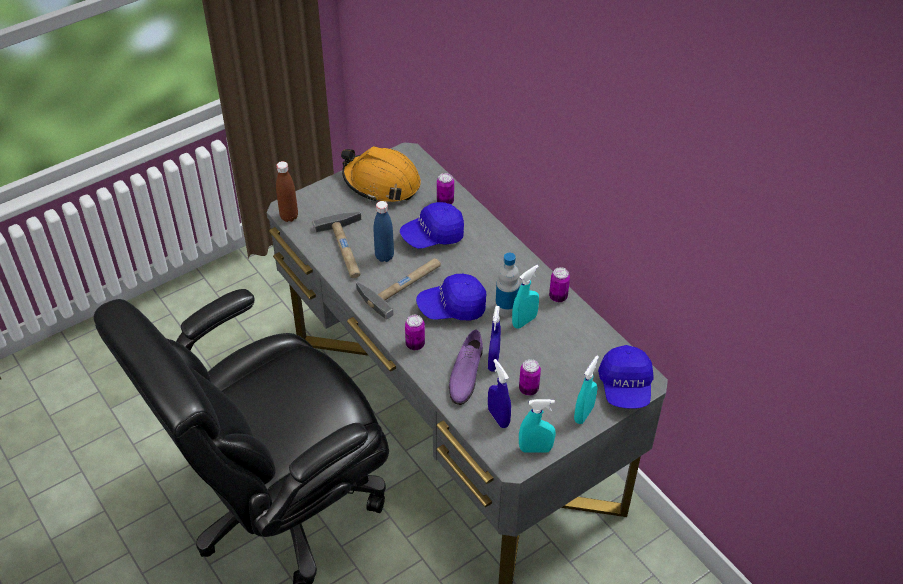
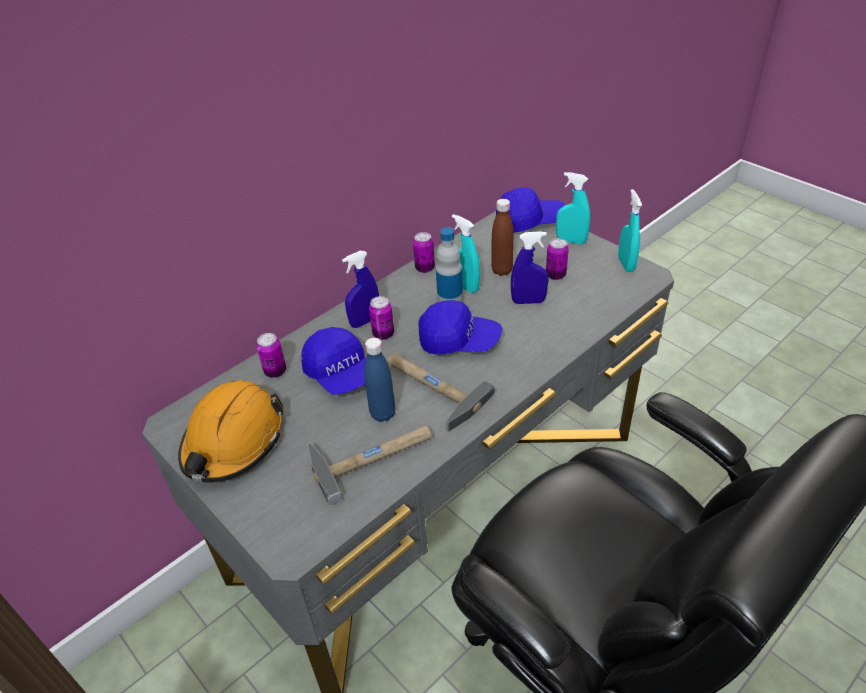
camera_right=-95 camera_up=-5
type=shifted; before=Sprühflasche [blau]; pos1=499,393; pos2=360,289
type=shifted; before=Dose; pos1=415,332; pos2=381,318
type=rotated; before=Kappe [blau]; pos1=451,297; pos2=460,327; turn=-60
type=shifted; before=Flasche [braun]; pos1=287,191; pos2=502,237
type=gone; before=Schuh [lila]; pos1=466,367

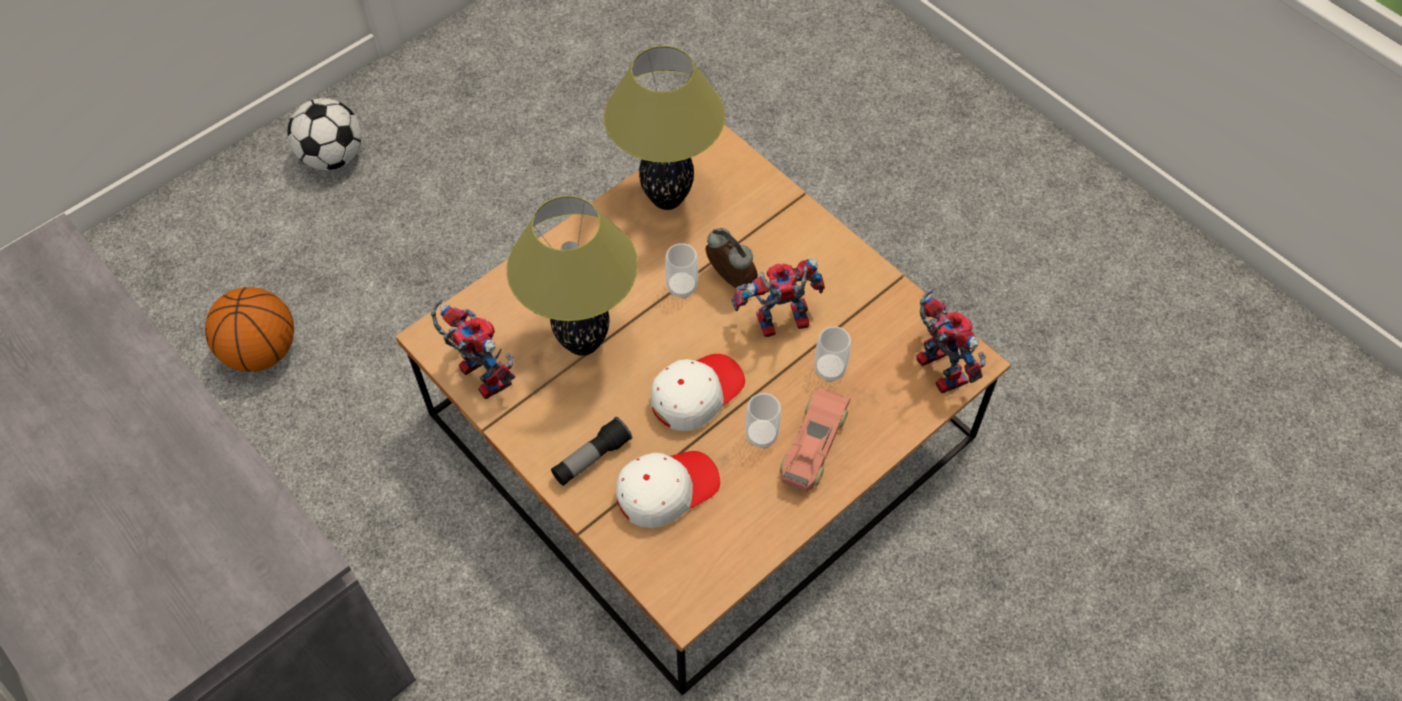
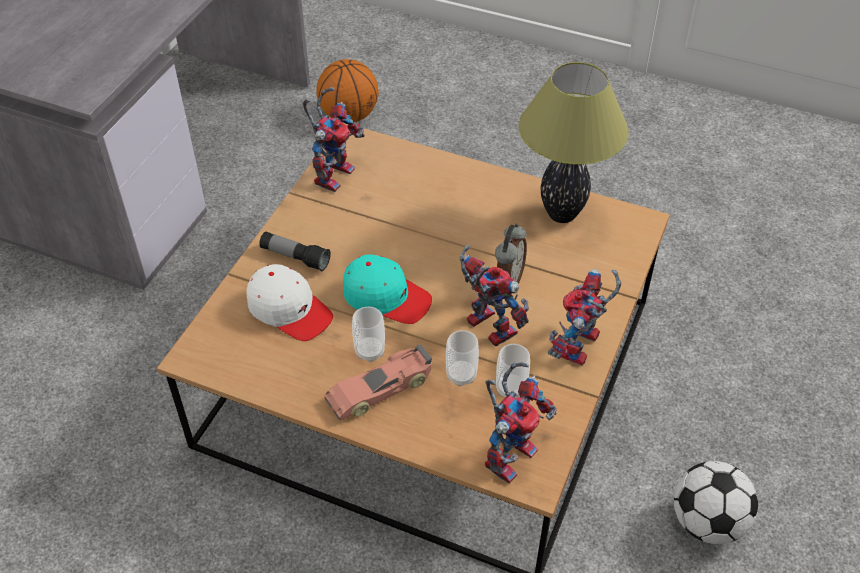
camera_right=65 camera_up=-10
type=rotated; before=Spielzeugauto; pos1=815,439; pos2=378,382; turn=150
type=repainted; before=Kappe [weiß]; after=Kappe [türkis]; pos1=698,392; pos2=387,289
type=shifted; before=Tasse; pos1=681,271; pos2=513,371
type=new; after=Spielzeugroboter; pos2=584,316
type=shifted; before=Fußball; pos1=324,134; pos2=716,502
type=gone; before=Tischlampe; pos1=572,276

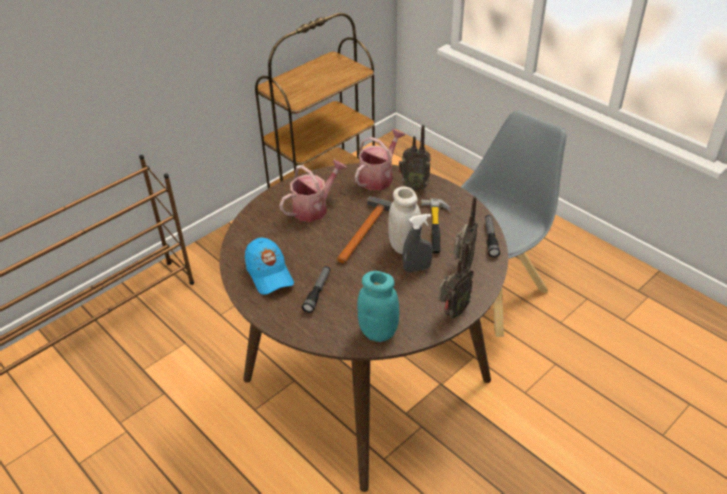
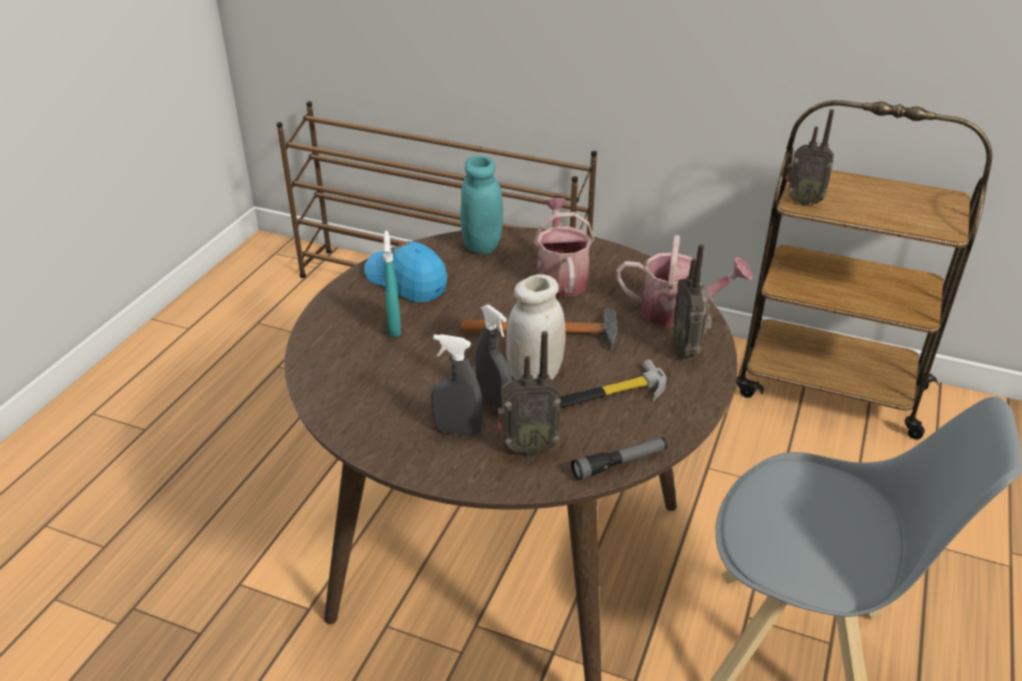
camera_right=65 camera_up=-5
type=rotated; before=Kappe [blau]; pos1=269,266; pos2=405,271; turn=90
type=swapped; before=Taschenlampe; after=Sprühflasche [türkis]; pos1=316,289; pos2=392,284
type=new; after=Sprühflasche [grau]; pos2=457,385
type=shifted; before=Vorratsglas [türkis]; pos1=378,306; pos2=481,205
type=rotated; before=Gießkanne; pos1=313,190; pos2=564,247; turn=-120
type=shifted; before=Radio; pos1=456,280; pos2=809,157

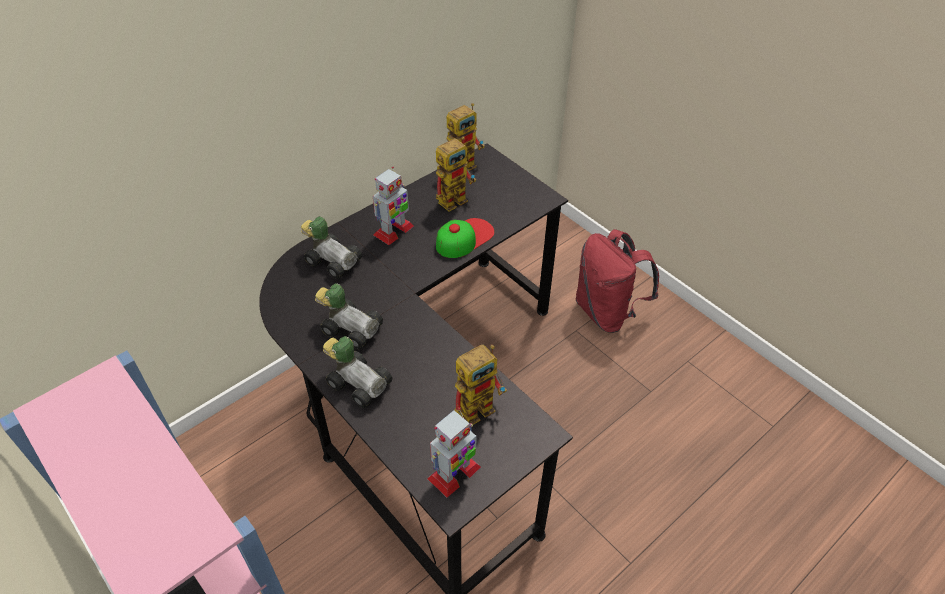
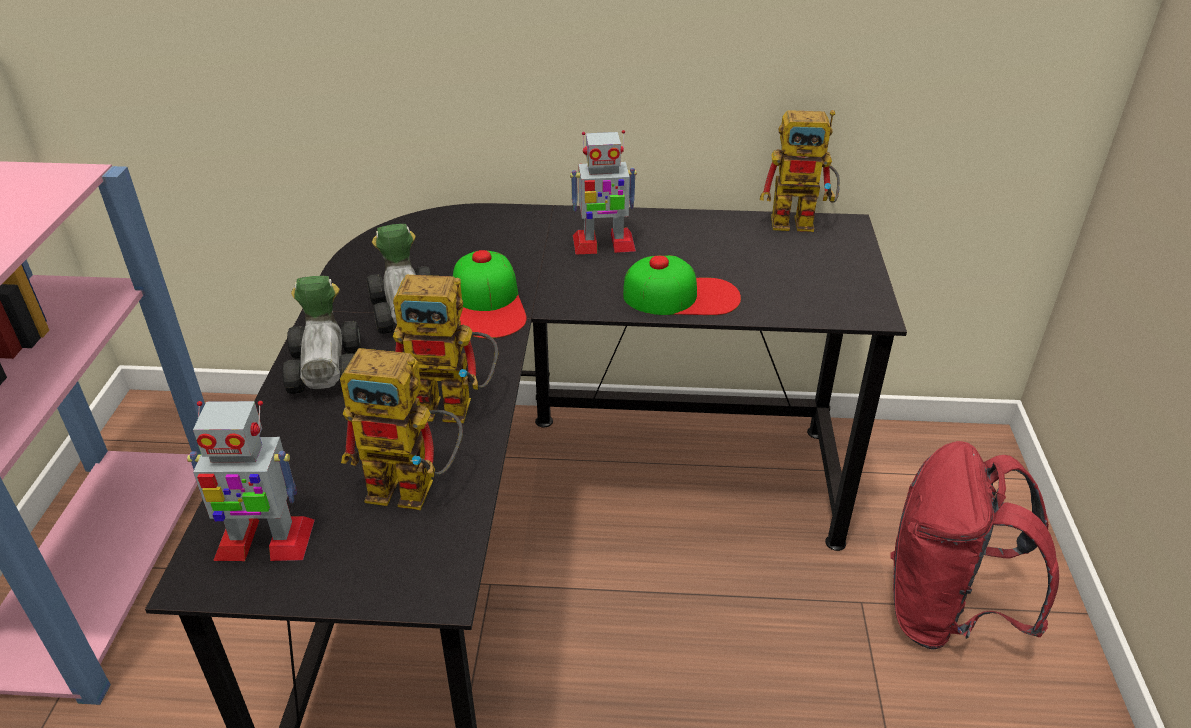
camera_right=45 camera_up=-10
type=shifted; before=Spielzeugroboter; pos1=456,174; pos2=445,349
type=new; after=Kappe; pos2=490,294
type=gone; before=Spielzeugauto; pos1=331,247

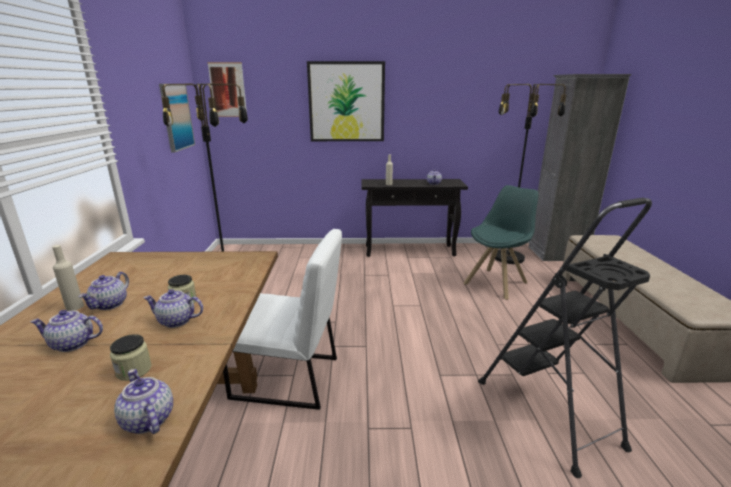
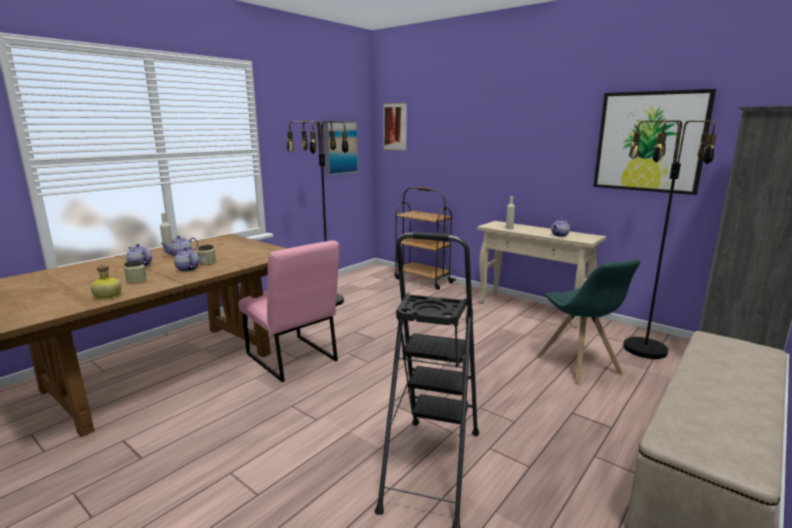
camera_right=40 camera_up=-5
type=swapped; before=Teekanne; after=Flasche; pos1=143,401; pos2=106,282
type=repainted; before=Stuhl [weiß]; after=Stuhl [rosa]; pos1=282,319; pos2=288,311
type=new; after=Rollwagen [braun]; pos2=425,238
type=repainted; before=Konsolentisch [schwarz]; after=Konsolentisch [beige]; pos1=415,218; pos2=541,274
type=rotated; before=Stuhl [türkis]; pos1=501,242; pos2=588,321; turn=75
type=shifted; before=Bild; pos1=346,101; pos2=654,142

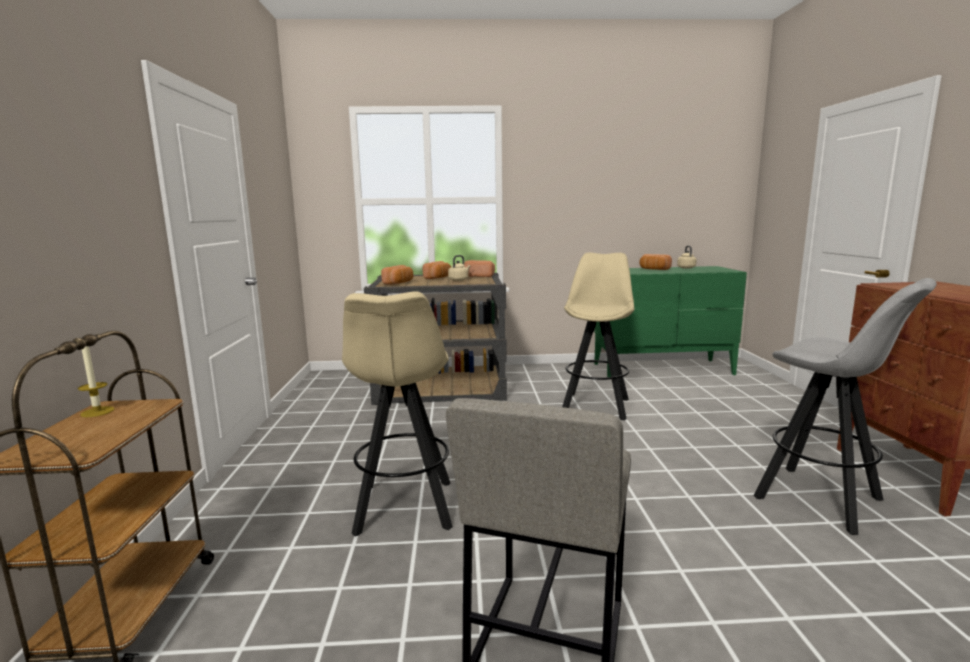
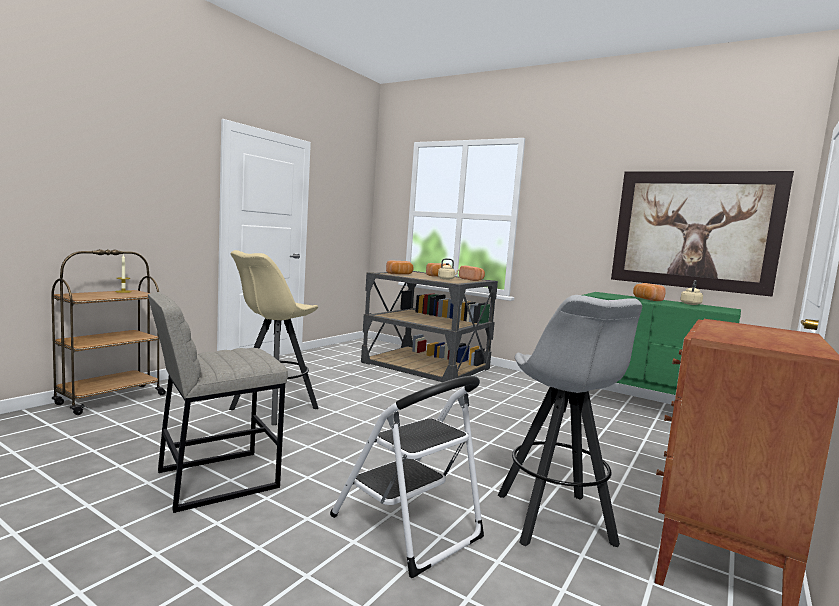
camera_right=35 camera_up=-5
type=new; after=Trittleiter; pos2=407,477
type=new; after=Bild; pos2=702,234
type=gone; before=Hocker [beige]; pos1=598,336

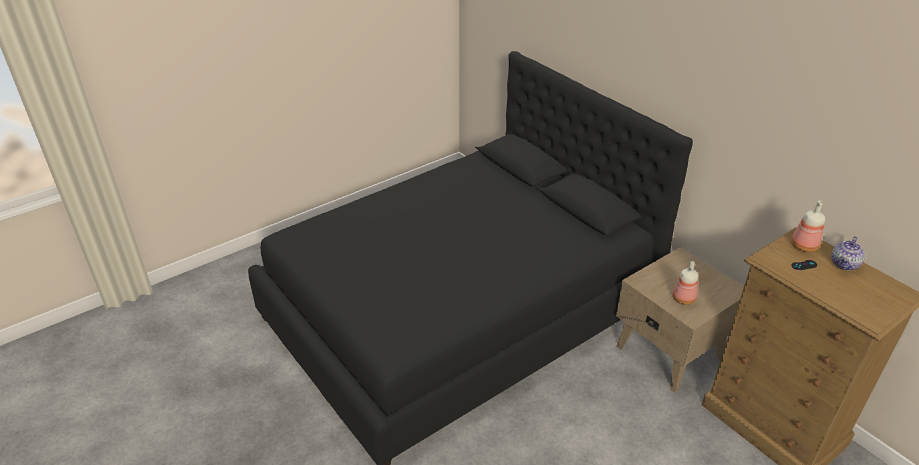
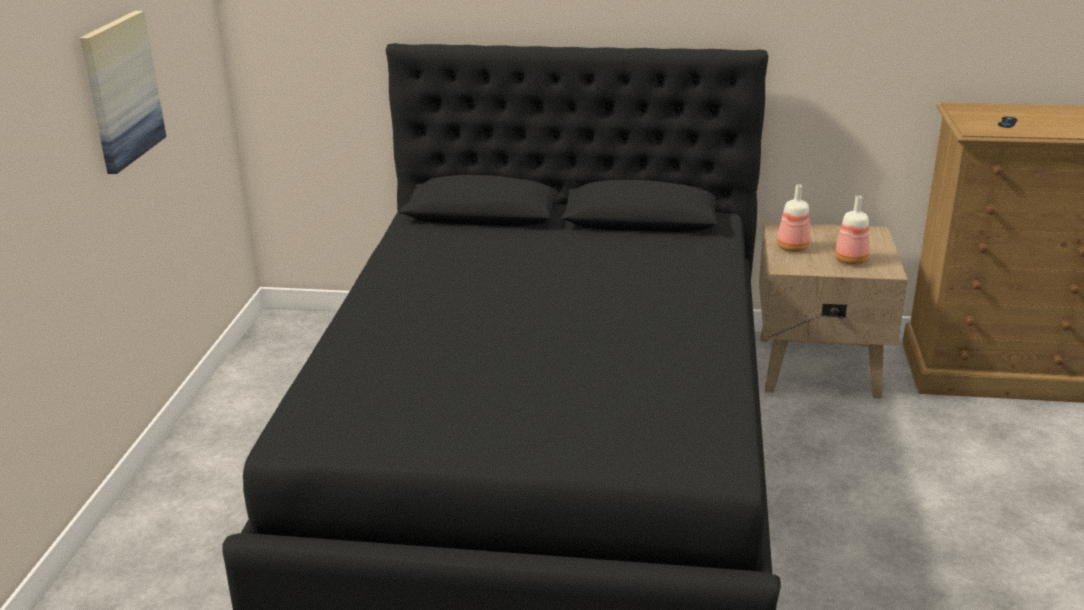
camera_right=-45 camera_up=-10
type=new; after=Bild; pos2=123,92
type=shifted; before=Flasche; pos1=808,226; pos2=793,218
type=gone; before=Teekanne; pos1=848,253

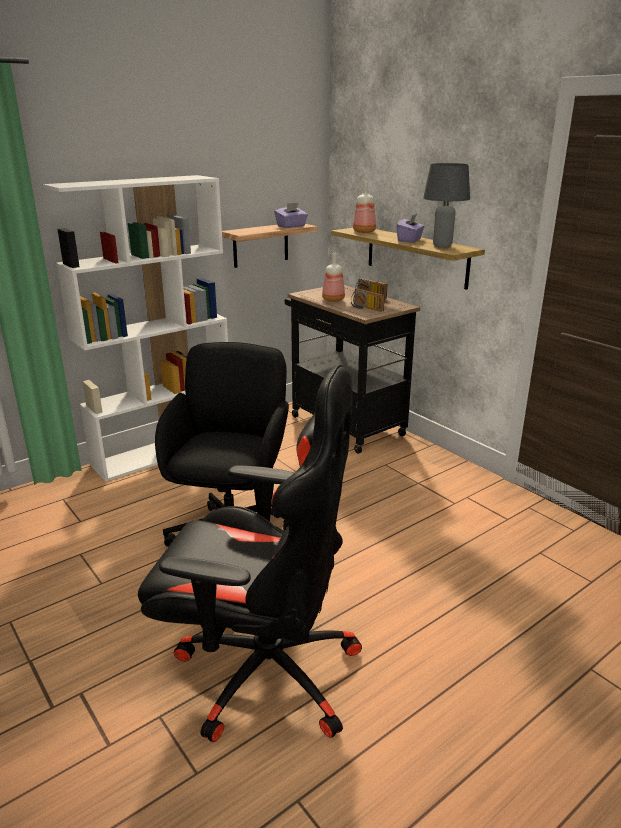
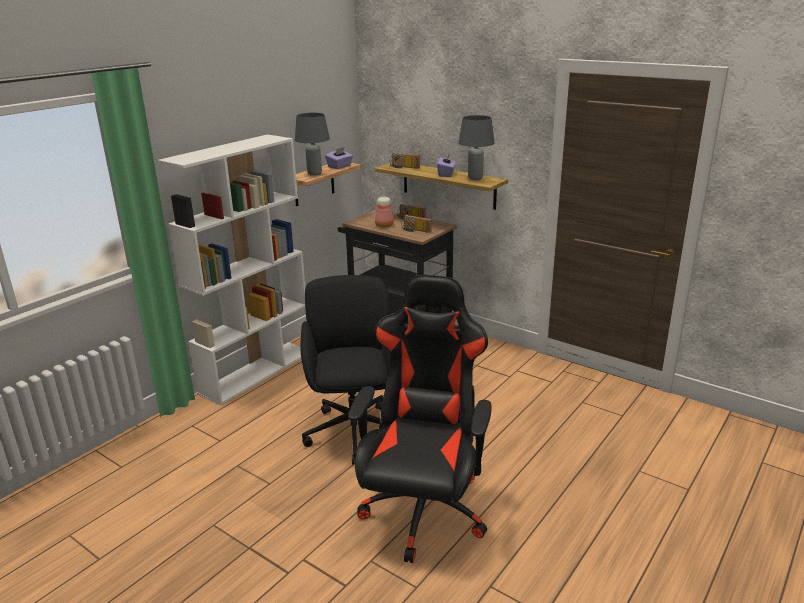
camera_right=-15 camera_up=0
type=new; after=Tischlampe [grau]; pos2=312,144
type=rotated; before=Bürostuhl [schwarz]; pos1=250,553; pos2=420,419; turn=-75
type=swapped; before=Flasche; after=Radio; pos1=364,207; pos2=405,161

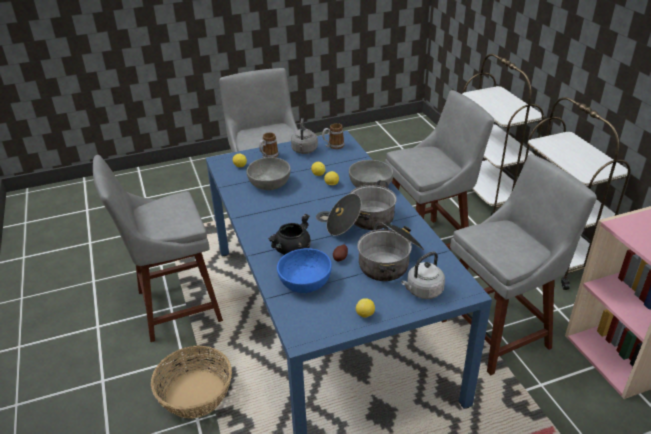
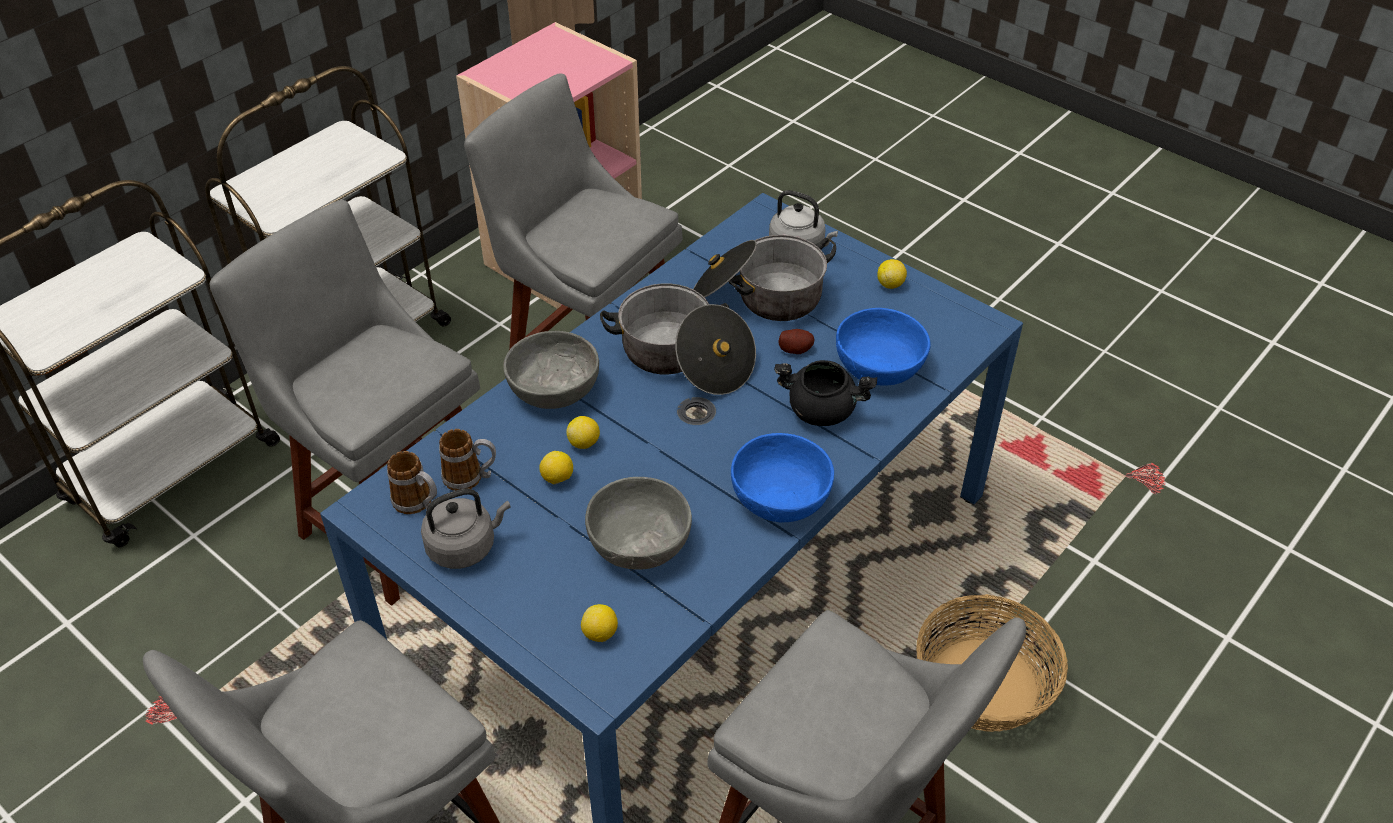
camera_right=-120 camera_up=10
type=shifted; before=Henkelbecher; pos1=269,145; pos2=467,460
type=new; after=Schüssel [blau]; pos2=782,477

